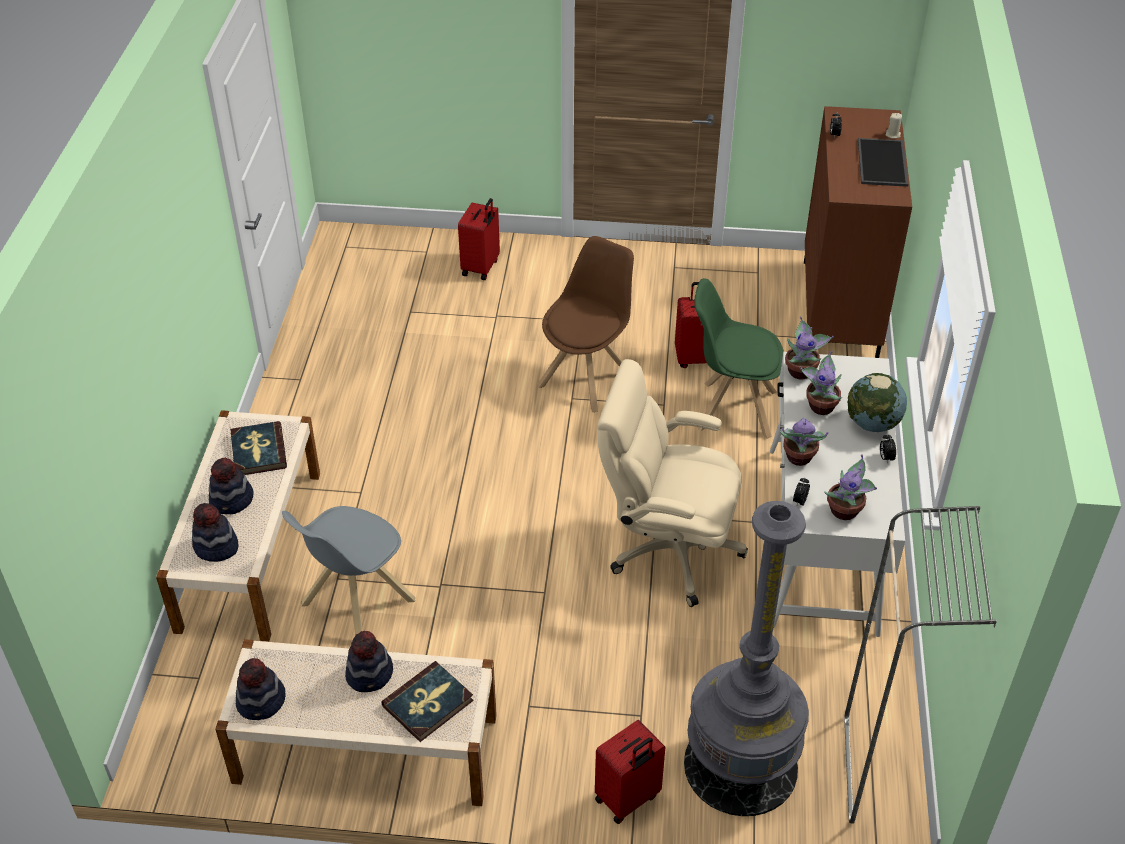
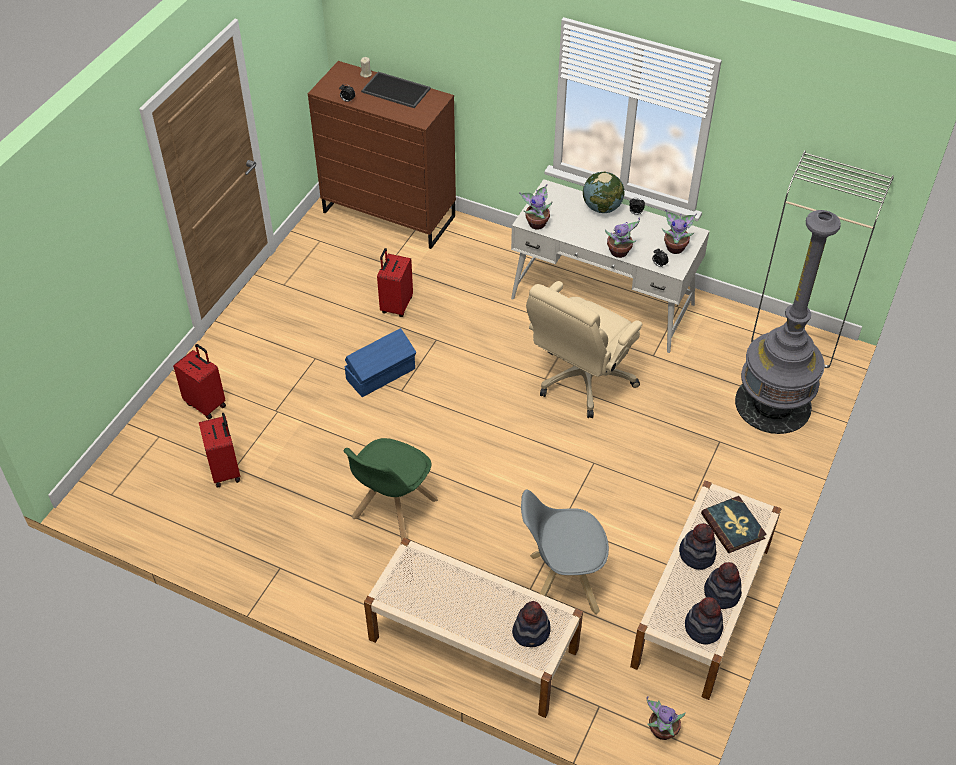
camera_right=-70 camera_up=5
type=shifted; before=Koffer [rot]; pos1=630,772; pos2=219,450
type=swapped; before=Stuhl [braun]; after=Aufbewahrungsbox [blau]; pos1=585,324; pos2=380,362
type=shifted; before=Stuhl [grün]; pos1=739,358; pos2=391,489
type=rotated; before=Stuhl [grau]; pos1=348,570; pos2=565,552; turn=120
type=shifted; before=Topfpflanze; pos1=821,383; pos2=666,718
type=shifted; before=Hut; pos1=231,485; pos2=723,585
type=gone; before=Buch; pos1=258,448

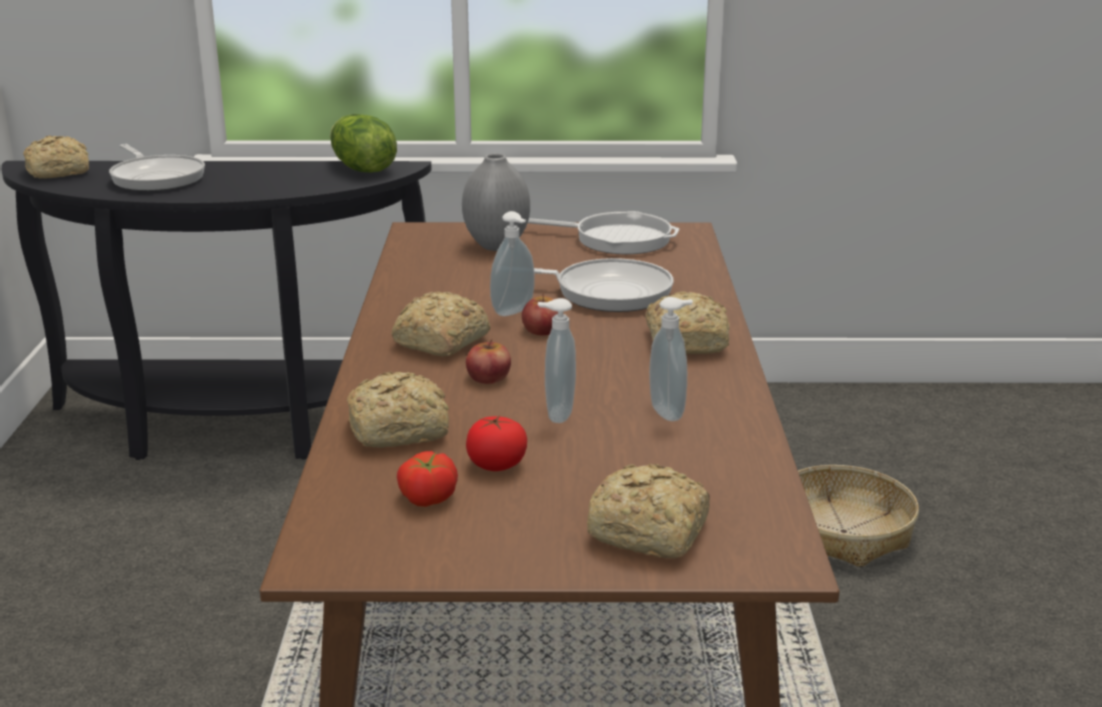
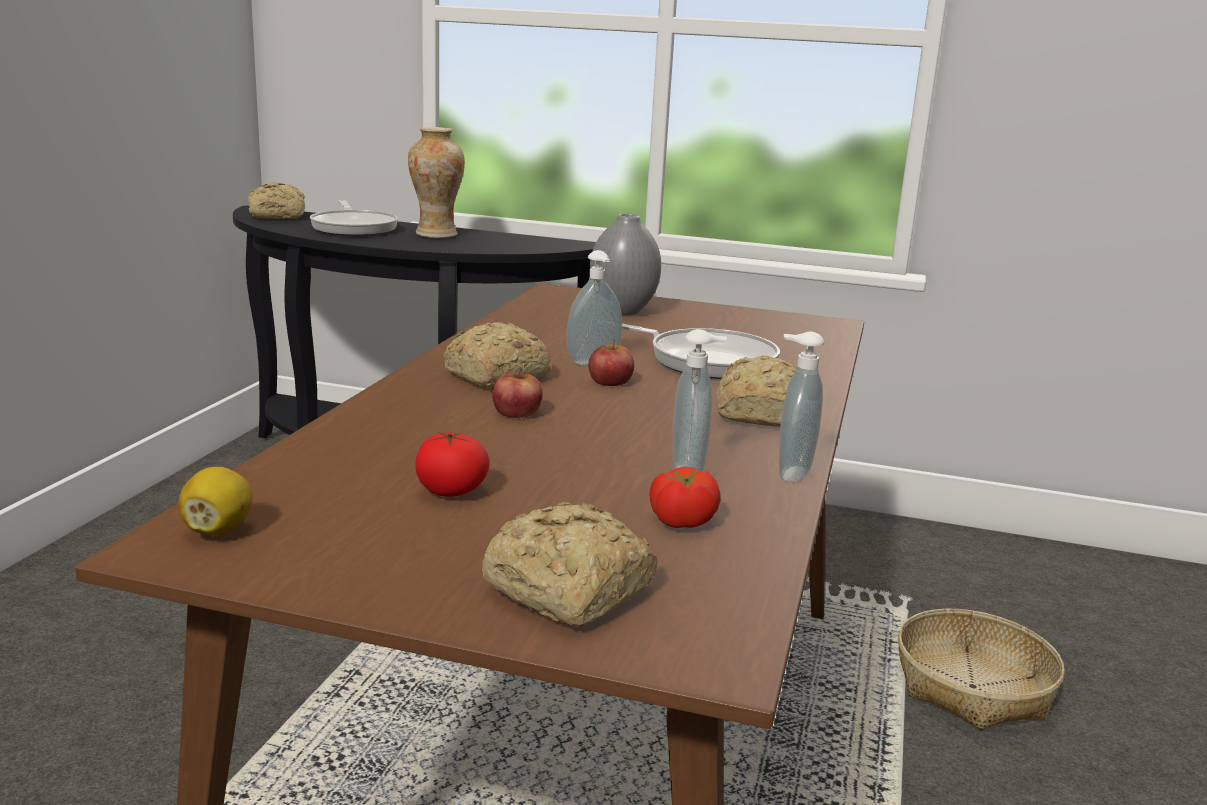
camera_right=15 camera_up=-5
type=new; after=Zitrone; pos2=215,501
type=new; after=Vase; pos2=436,182
type=shifted; before=Tomate; pos1=427,479; pos2=685,497
type=shifted; before=Seifenspender; pos1=557,360; pos2=801,406
type=gone; before=Salatkopf; pos1=363,143
type=gone; before=Brot; pos1=398,409
type=gone; before=Pfanne; pos1=603,232

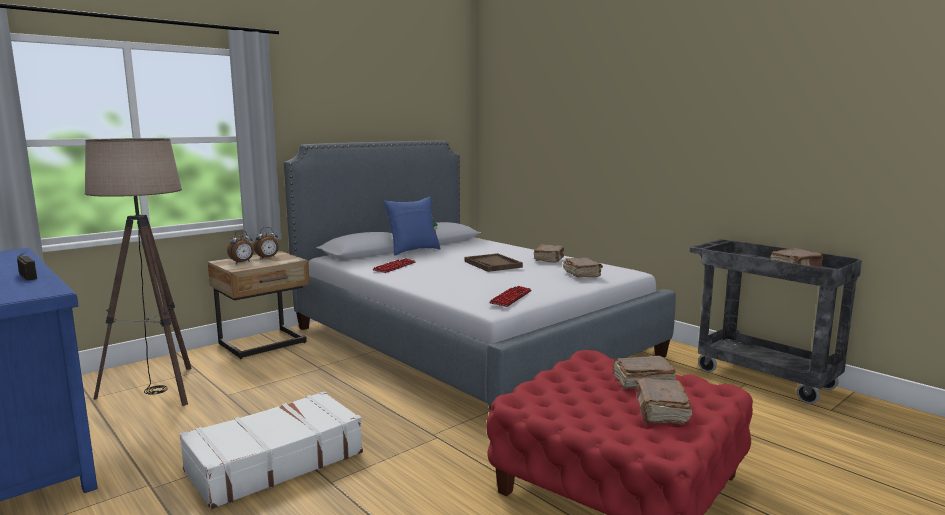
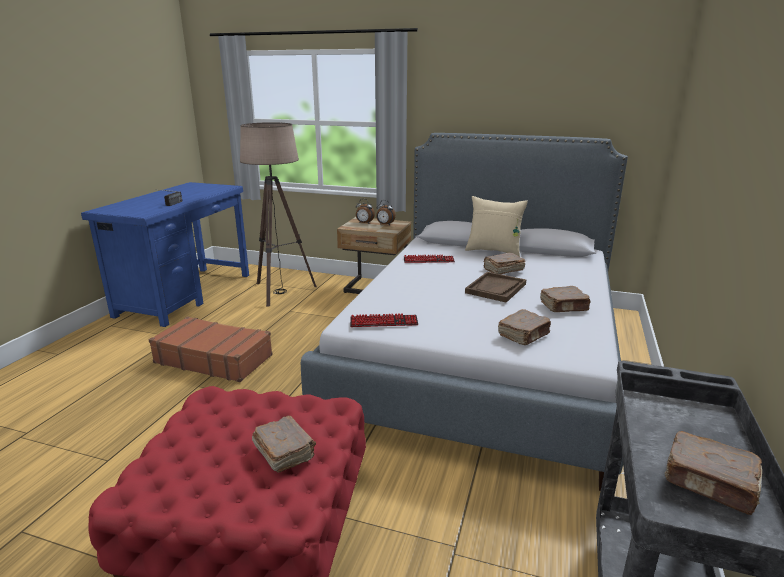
camera_right=60 camera_up=10
type=repainted; before=Koffer [weiß]; after=Koffer [braun]; pos1=271,450; pos2=211,349
type=repainted; before=Kissen [blau]; after=Kissen [beige]; pos1=412,226; pos2=496,226
type=shifted; before=Buch [braun]; pos1=664,401; pos2=505,263

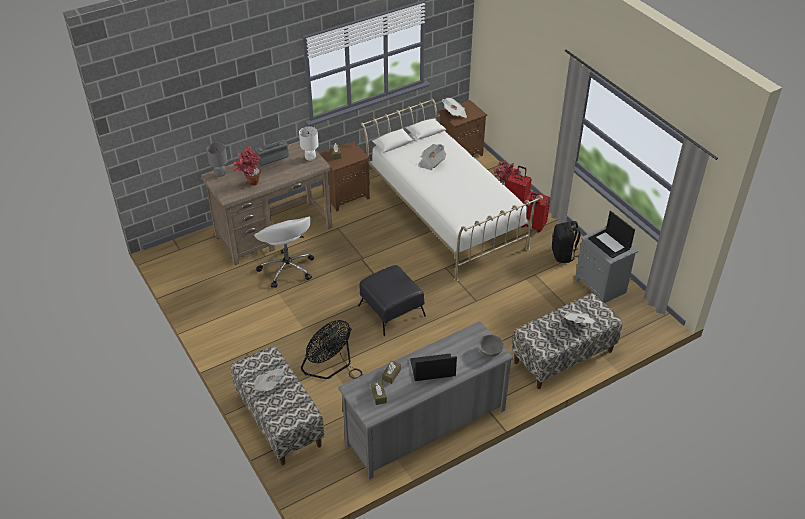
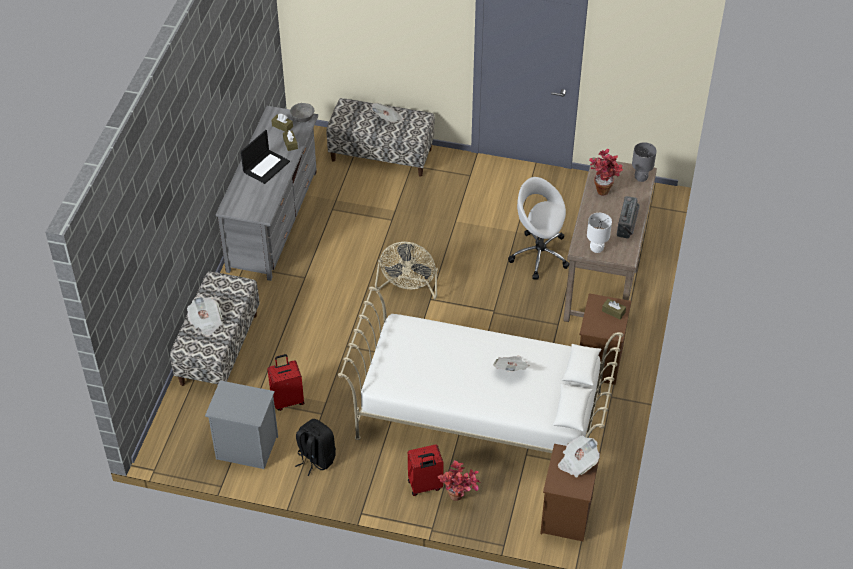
camera_right=135 camera_up=5
type=shifted; before=Koffer [rot]; pos1=535,212; pos2=285,382
type=shifted; before=Schüssel [grau]; pos1=491,346; pos2=302,112
type=swapped; before=Polsterhocker [schwarz]; after=Ventilator [beige]; pos1=392,300; pos2=406,271
type=gone; before=Ventilator [schwarz]; pos1=332,349
type=gone; before=Laptop; pos1=611,234

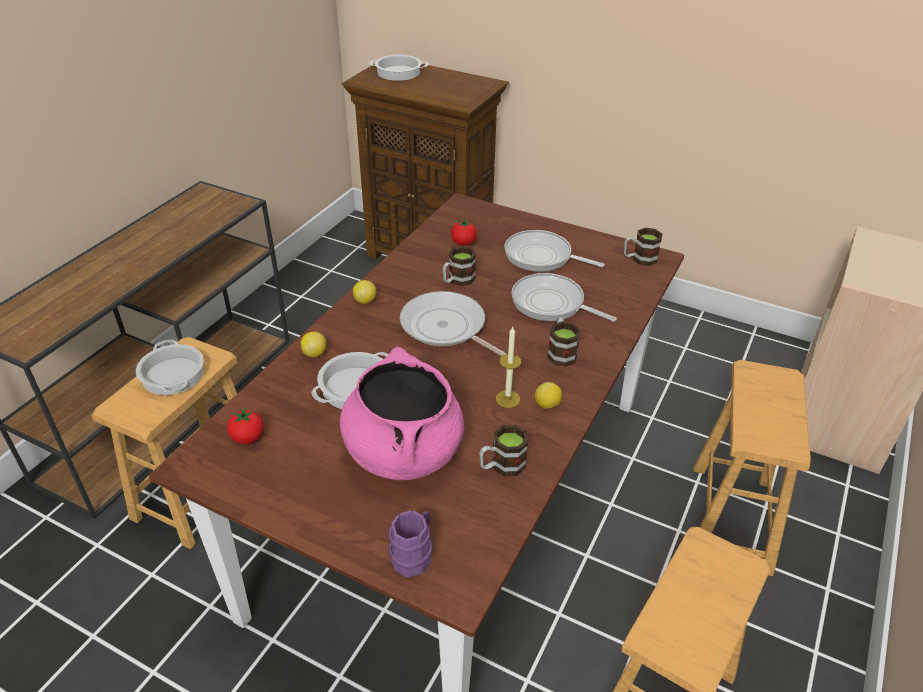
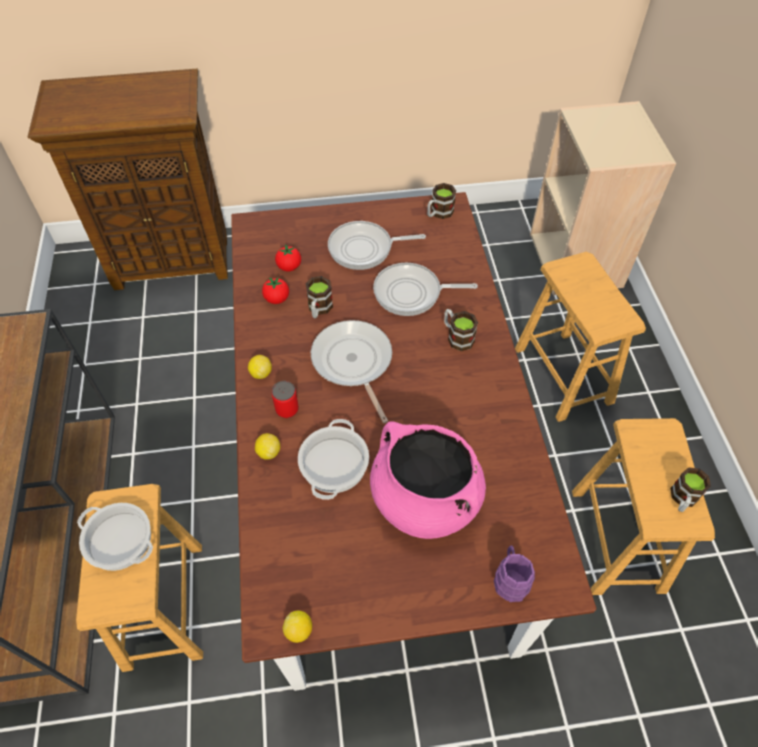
camera_right=-35 camera_up=15
type=shifted; before=Tomate; pos1=245,425; pos2=275,290
type=new; after=Dose; pos2=285,399
type=shifted; before=Zitrone; pos1=548,395; pos2=297,626
type=rotated; before=Pfanne; pos1=453,323; pos2=351,371; turn=60
type=shifted; before=Henkelbecher; pos1=503,450; pos2=690,489
type=gone; before=Kochtopf; pos1=399,68
type=gone; before=Kerze; pos1=508,367

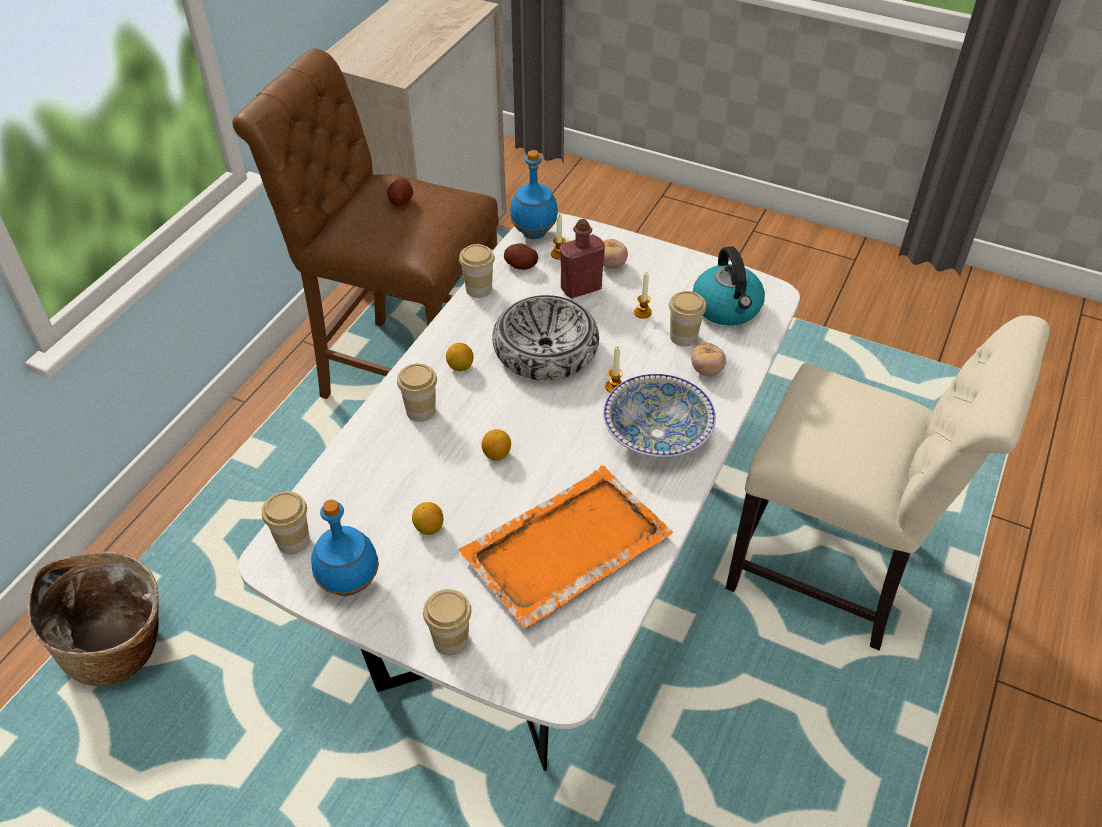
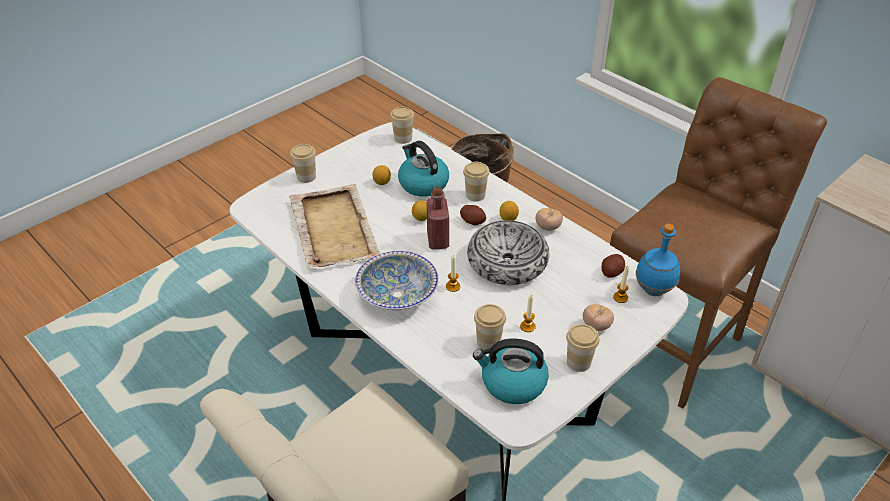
camera_right=110 camera_up=-5
type=repainted; before=Tablett [orange]; after=Tablett [beige]; pos1=566,547; pos2=334,226
type=new; after=Wasserkessel; pos2=423,169
type=shifted; before=Flasche [rot]; pos1=582,258; pos2=437,217
type=shifted; before=Kartoffel; pos1=400,192; pos2=473,215
type=shifted; before=Tomate; pos1=708,359; pos2=549,219
type=shifted; before=Tasse; pos1=477,271; pos2=583,348
type=gone; before=Flasche [blau]; pos1=345,548

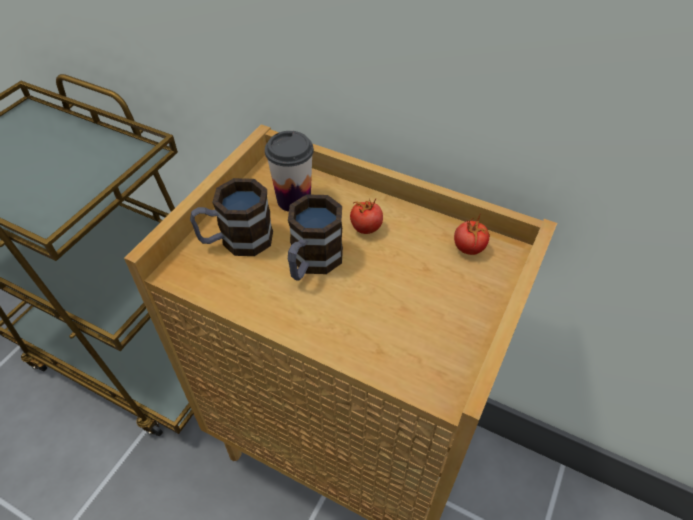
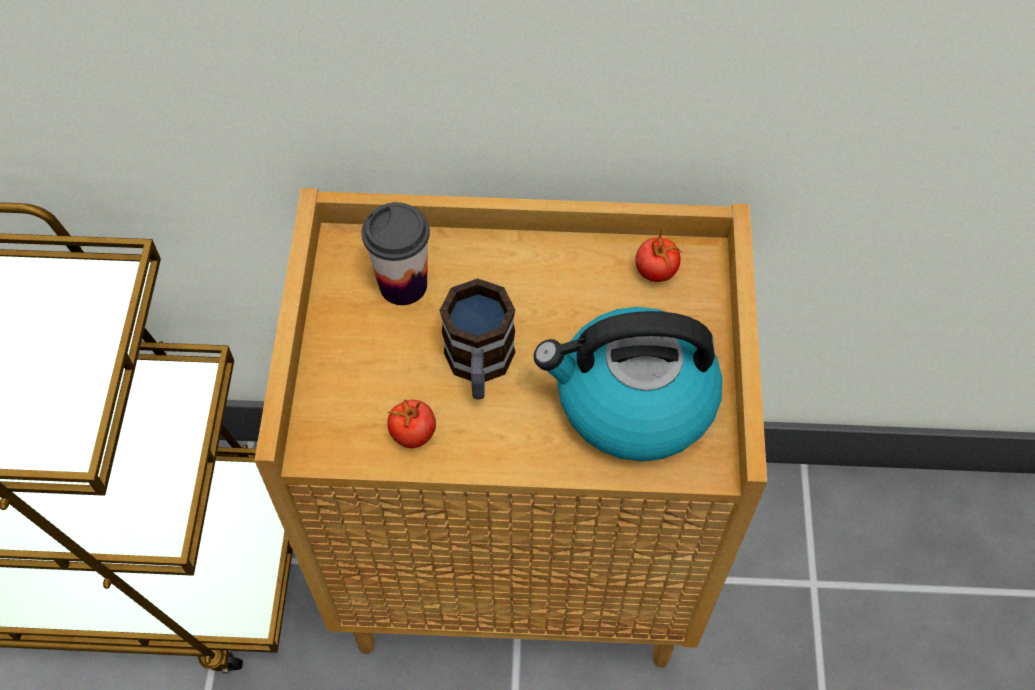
camera_right=-25 camera_up=10
type=shifted; before=Tomate; pos1=366,216; pos2=411,424
type=new; after=Wasserkessel; pos2=628,384
type=gone; before=Henkelbecher; pos1=231,217

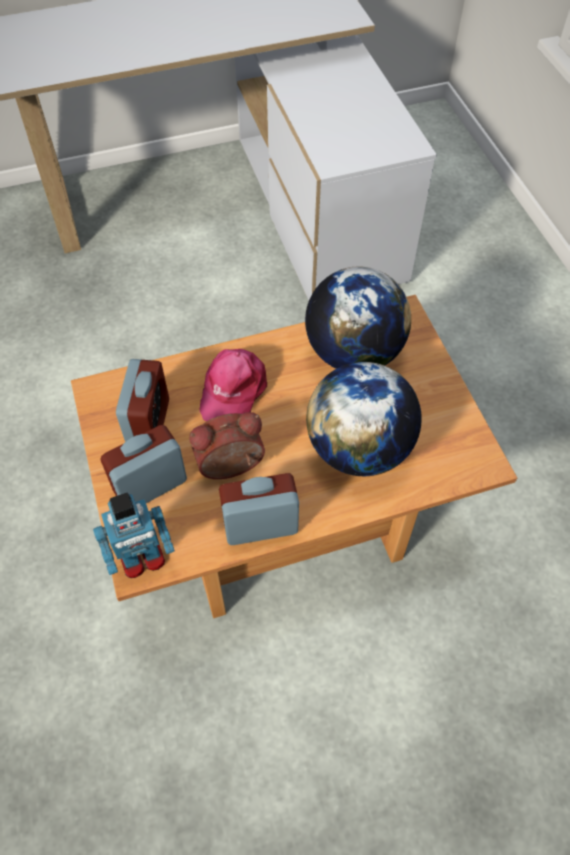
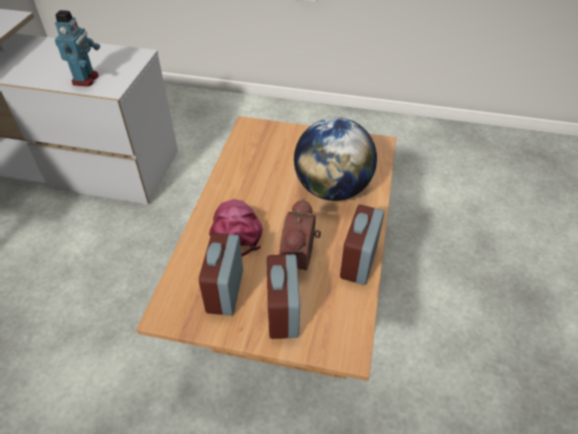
camera_right=-60 camera_up=-10
type=shifted; before=Spielzeugroboter; pos1=134,535; pos2=77,48
type=rotated; before=Wecker; pos1=142,400; pos2=221,274; turn=-120
type=rotated; before=Kappe [rosa]; pos1=233,385; pos2=236,227; turn=-150
type=gone; before=Globus; pos1=358,317

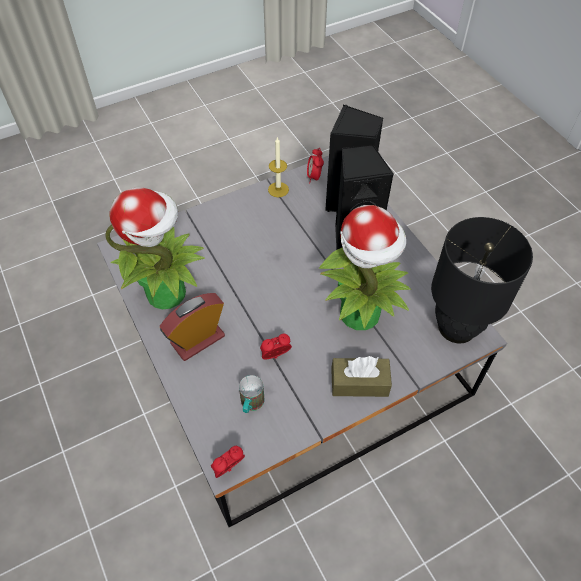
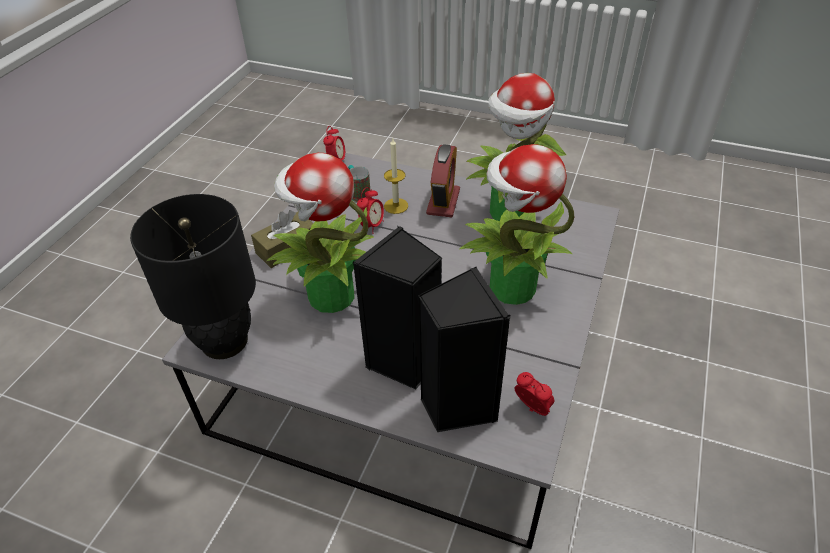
camera_right=140 camera_up=-10
type=shifted; before=Kerze; pos1=278,167; pos2=396,176
type=new; after=Topfpflanze; pos2=516,224

